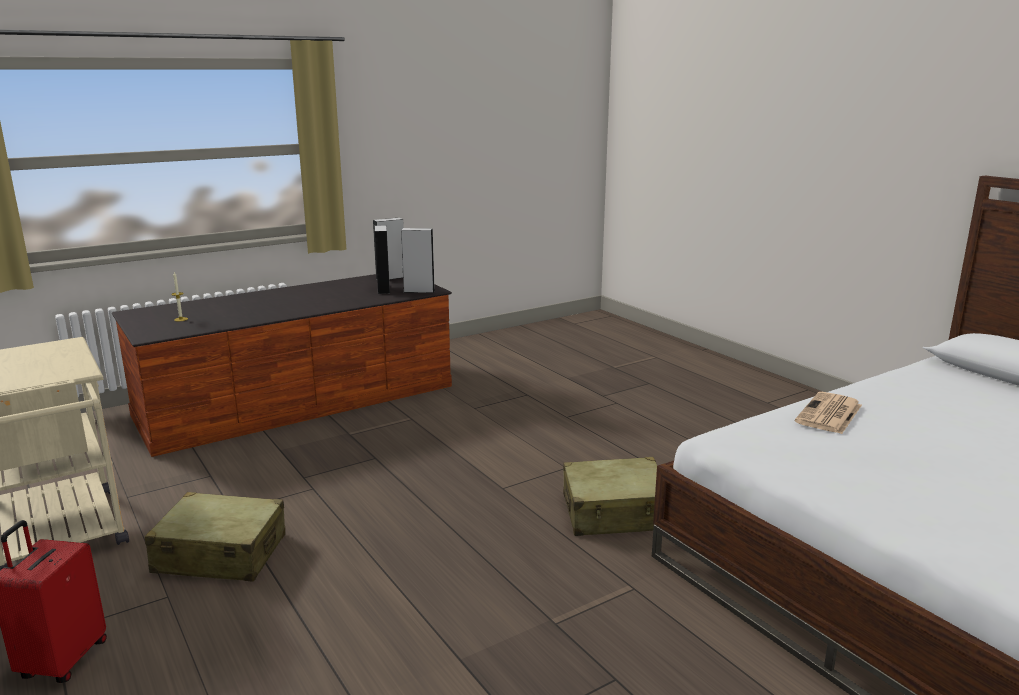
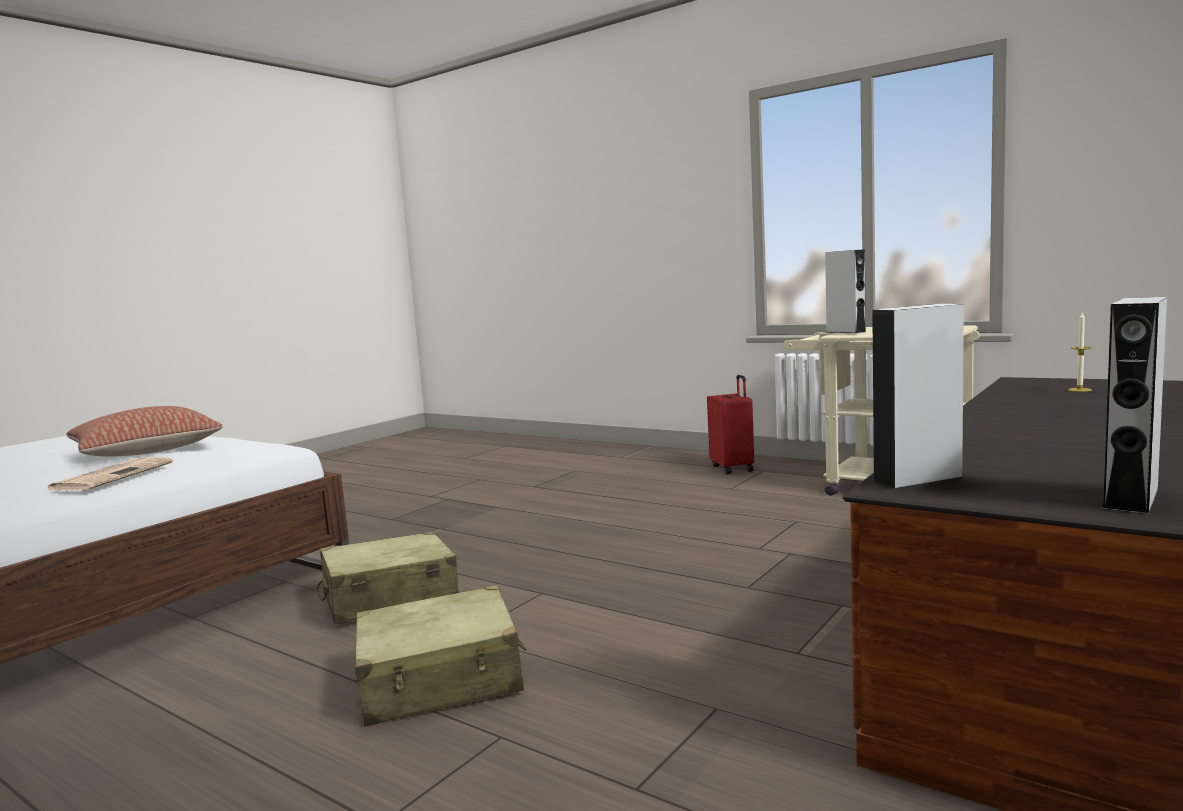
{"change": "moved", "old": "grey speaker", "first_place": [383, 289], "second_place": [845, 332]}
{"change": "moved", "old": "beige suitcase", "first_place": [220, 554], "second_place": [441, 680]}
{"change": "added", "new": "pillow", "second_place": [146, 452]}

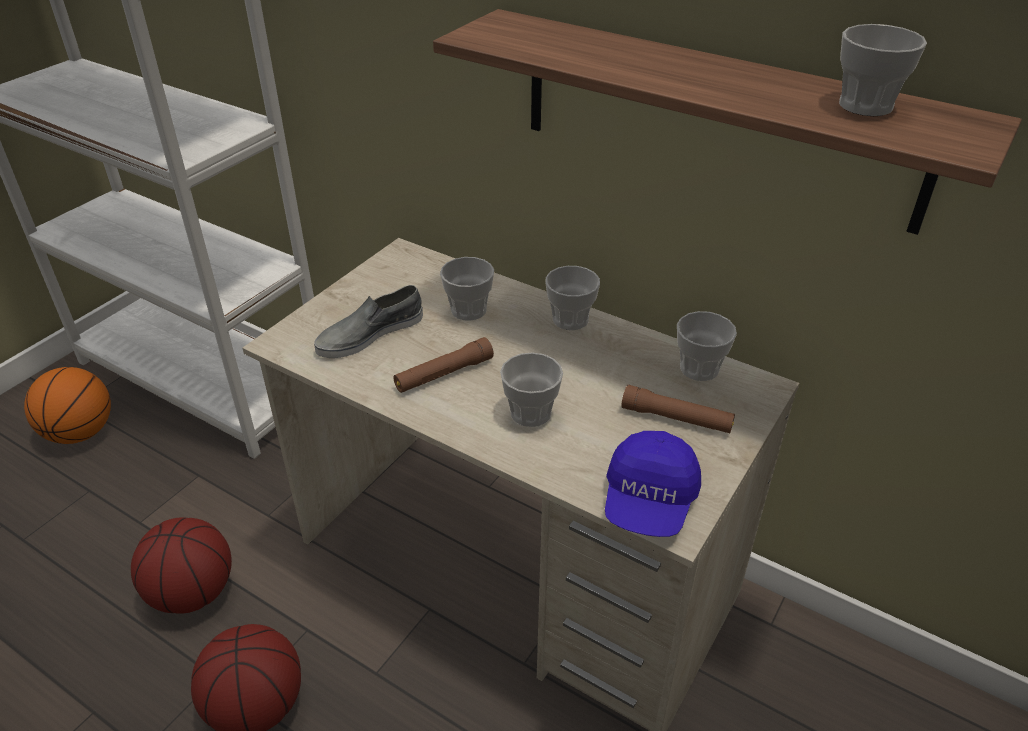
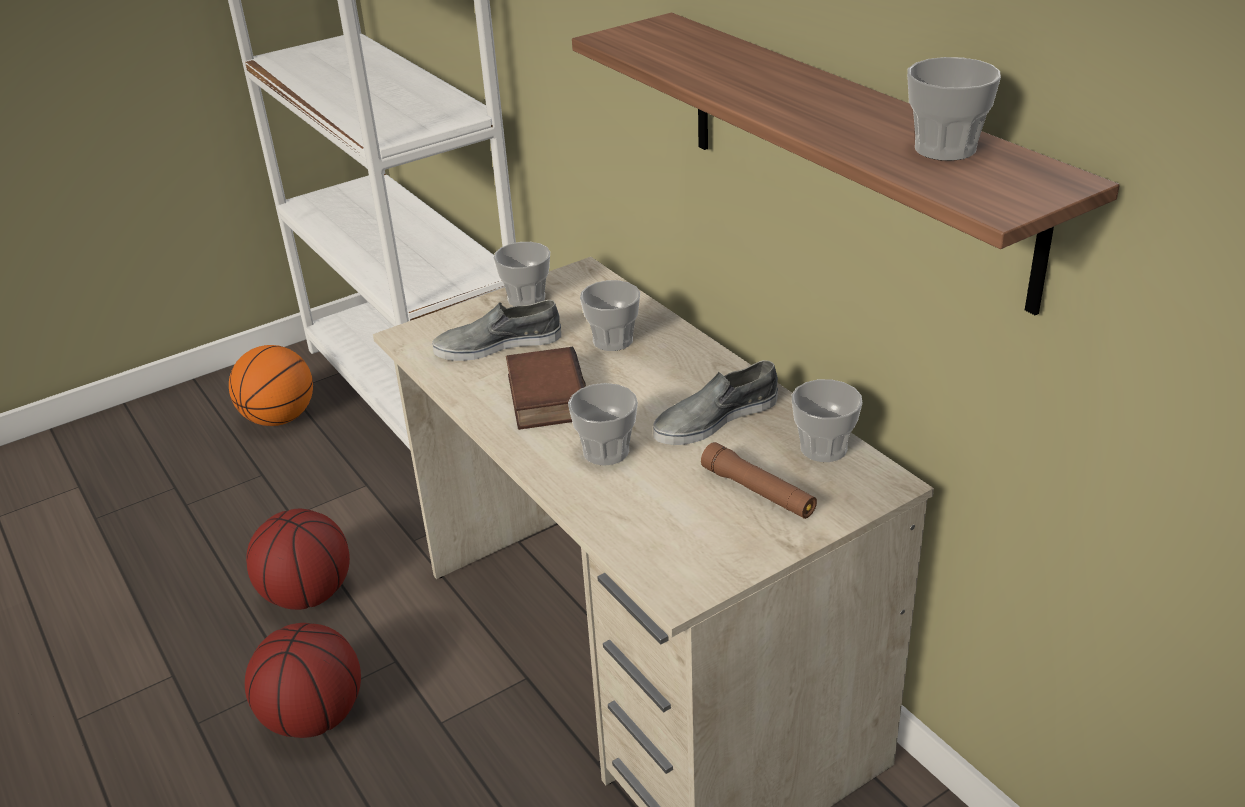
{"change": "moved", "old": "cup", "first_place": [570, 319], "second_place": [526, 298]}
{"change": "replaced", "old": "brown flashlight", "new": "book", "first_place": [444, 374], "second_place": [544, 396]}
{"change": "removed", "old": "blue cap", "first_place": [649, 501]}
{"change": "added", "new": "grey shoe", "second_place": [715, 418]}

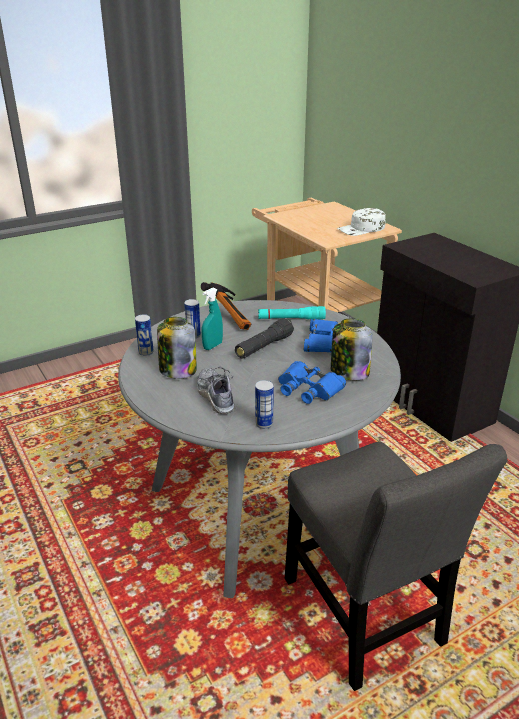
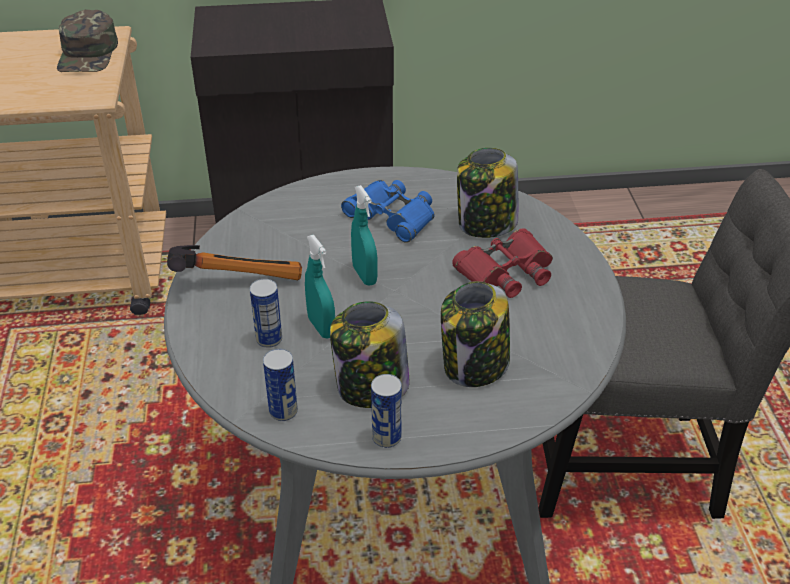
{"change": "recoloured", "old": "white cap", "new": "green cap", "first_place": [361, 229], "second_place": [88, 54]}
{"change": "removed", "old": "turquoise flashlight", "first_place": [291, 319]}
{"change": "replaced", "old": "black flashlight", "new": "turquoise spray bottle", "first_place": [264, 347], "second_place": [364, 275]}
{"change": "recoloured", "old": "blue binoculars", "new": "red binoculars", "first_place": [308, 388], "second_place": [506, 271]}
{"change": "replaced", "old": "shoe", "new": "jar", "first_place": [215, 396], "second_place": [475, 366]}
{"change": "moved", "old": "can", "first_place": [264, 424], "second_place": [386, 437]}

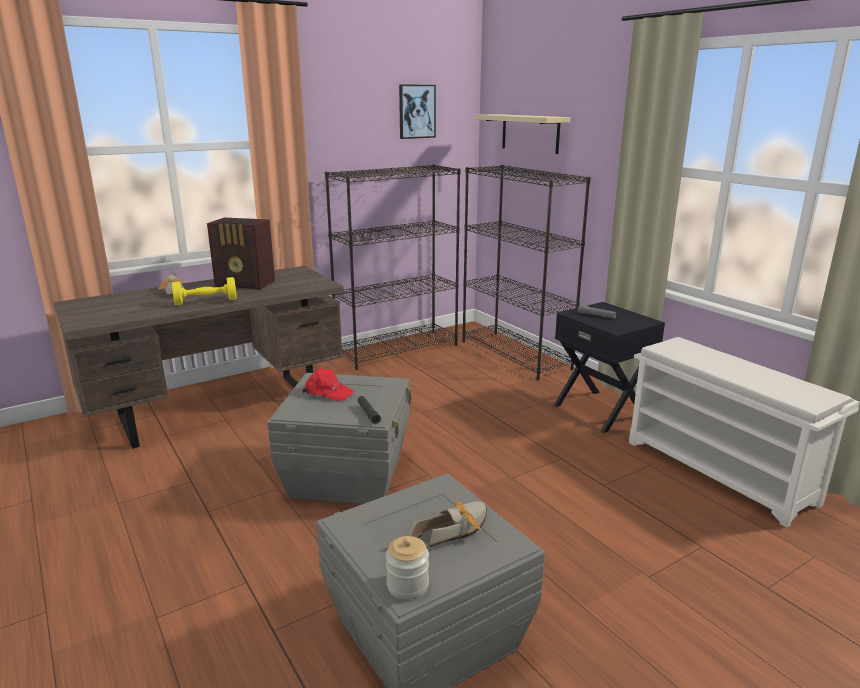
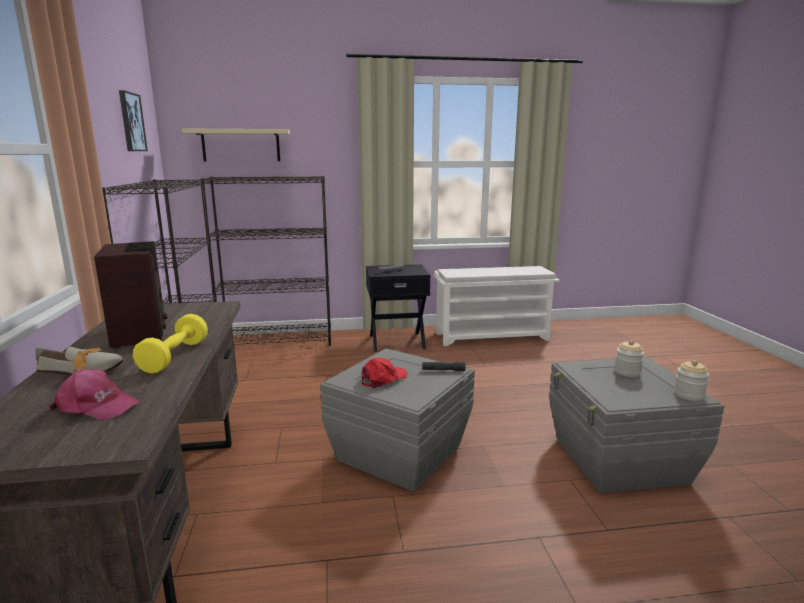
{"change": "turned", "old": "radio", "first_place": [245, 284], "second_place": [141, 333], "degrees": -60}
{"change": "replaced", "old": "shoe", "new": "jar", "first_place": [456, 530], "second_place": [627, 372]}
{"change": "added", "new": "pink cap", "second_place": [96, 406]}

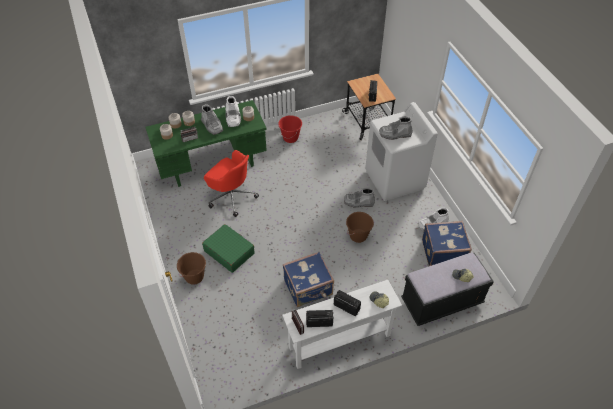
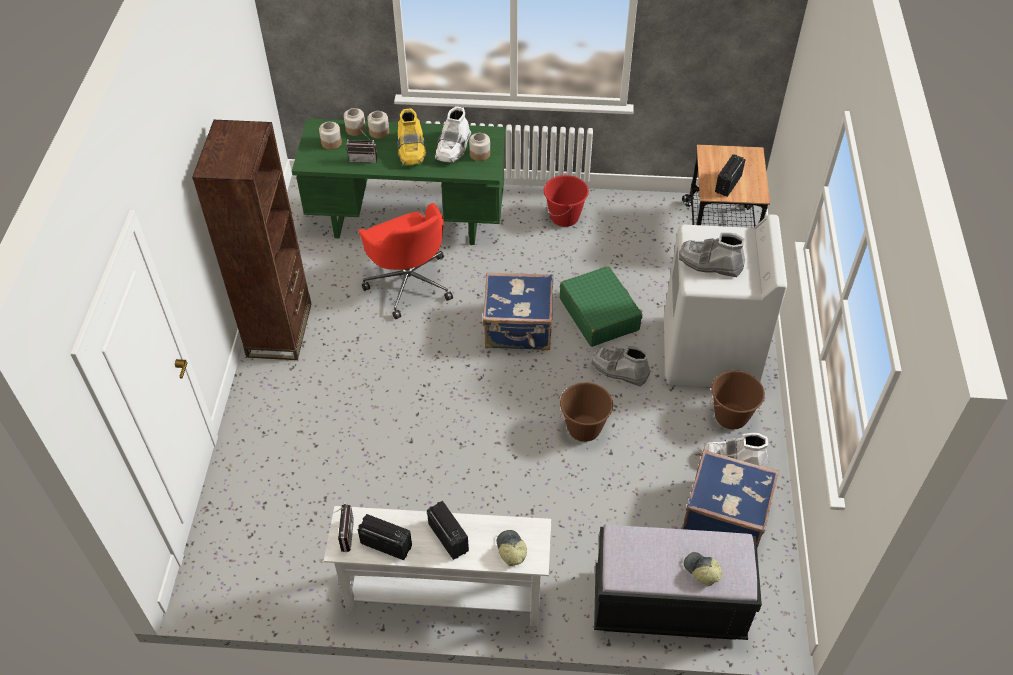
{"change": "recoloured", "old": "grey boot", "new": "yellow boot", "first_place": [212, 126], "second_place": [411, 150]}
{"change": "moved", "old": "green suitcase", "first_place": [229, 252], "second_place": [599, 314]}
{"change": "moved", "old": "brown bucket", "first_place": [194, 277], "second_place": [731, 417]}
{"change": "moved", "old": "blue suitcase", "first_place": [308, 288], "second_place": [518, 329]}
{"change": "added", "new": "brown bookcase", "second_place": [280, 330]}

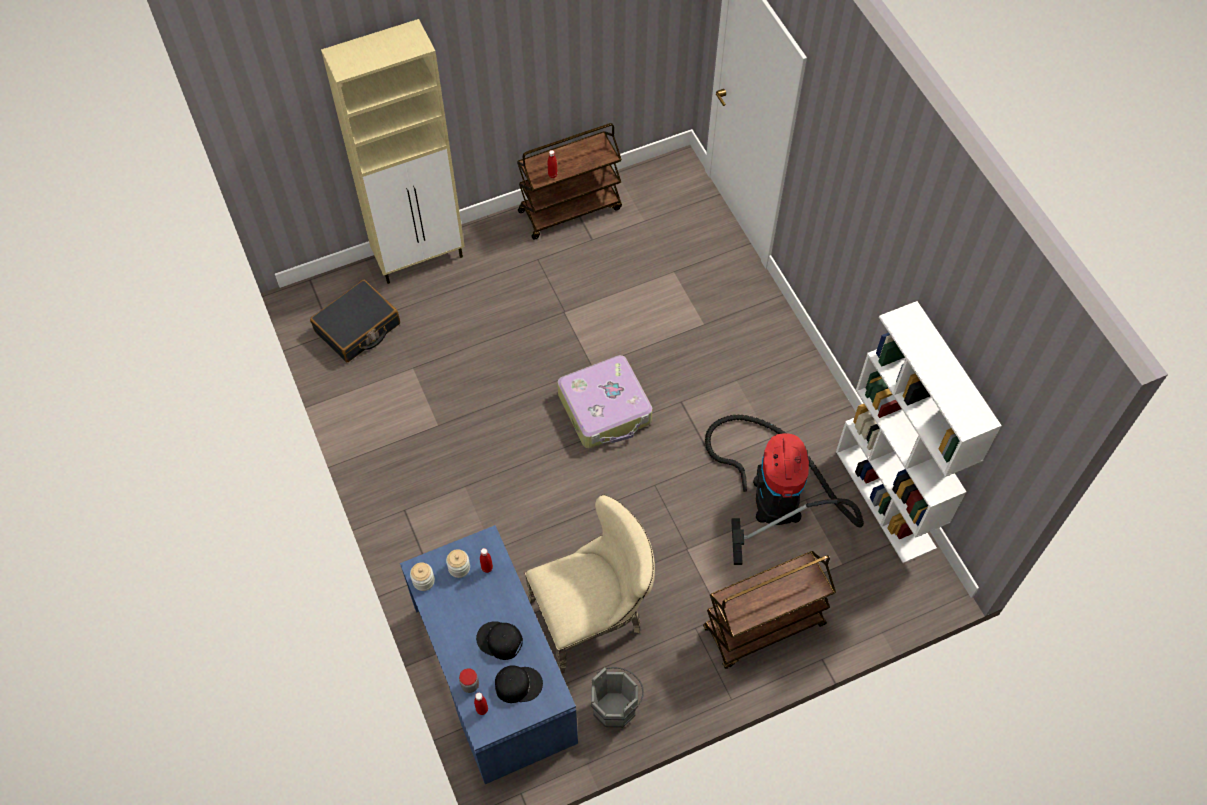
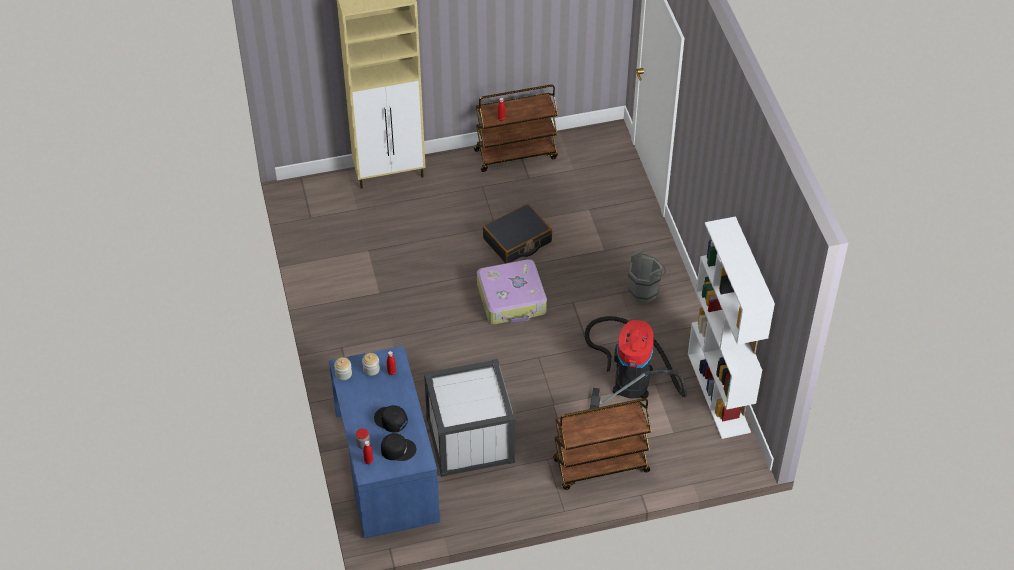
{"change": "moved", "old": "black suitcase", "first_place": [357, 328], "second_place": [517, 241]}
{"change": "replaced", "old": "beige chair", "new": "white storage box", "first_place": [593, 616], "second_place": [470, 439]}
{"change": "moved", "old": "grey bucket", "first_place": [617, 707], "second_place": [645, 291]}

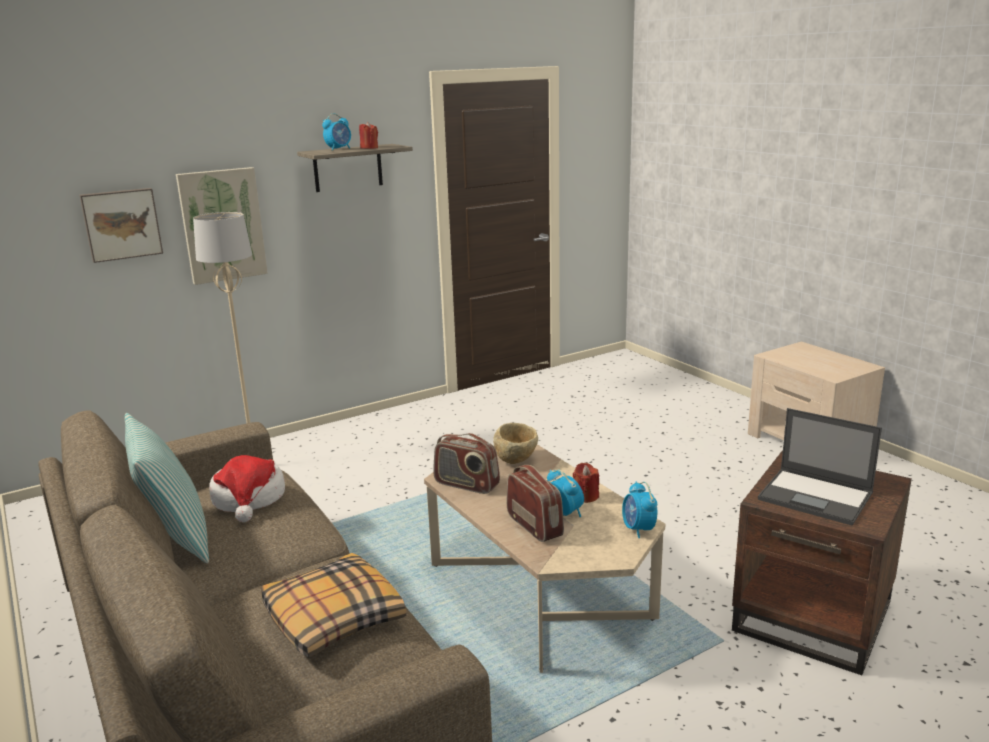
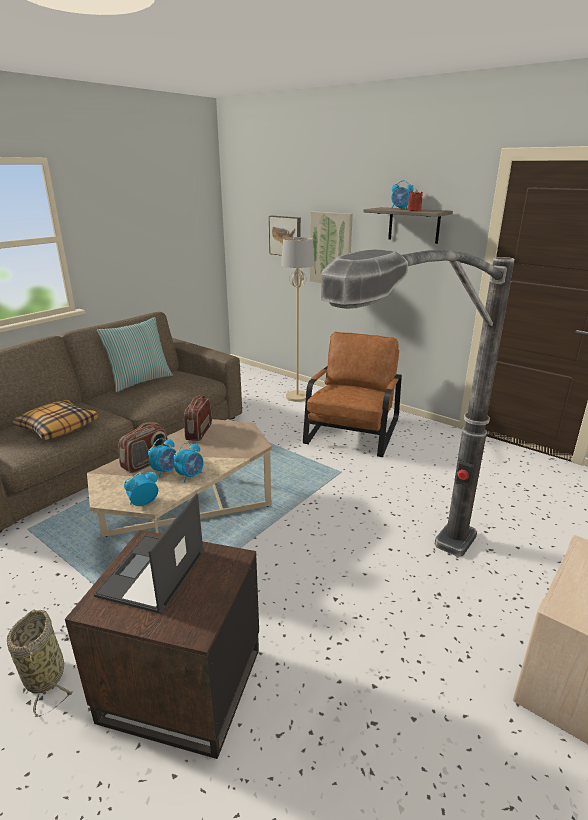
{"change": "removed", "old": "beige bowl", "first_place": [517, 460]}
{"change": "removed", "old": "hat", "first_place": [249, 499]}
{"change": "replaced", "old": "red candle", "new": "alarm clock", "first_place": [586, 496], "second_place": [190, 475]}
{"change": "added", "new": "floor lamp", "second_place": [407, 606]}
{"change": "added", "new": "brown armchair", "second_place": [352, 431]}
{"change": "added", "new": "basket", "second_place": [45, 674]}

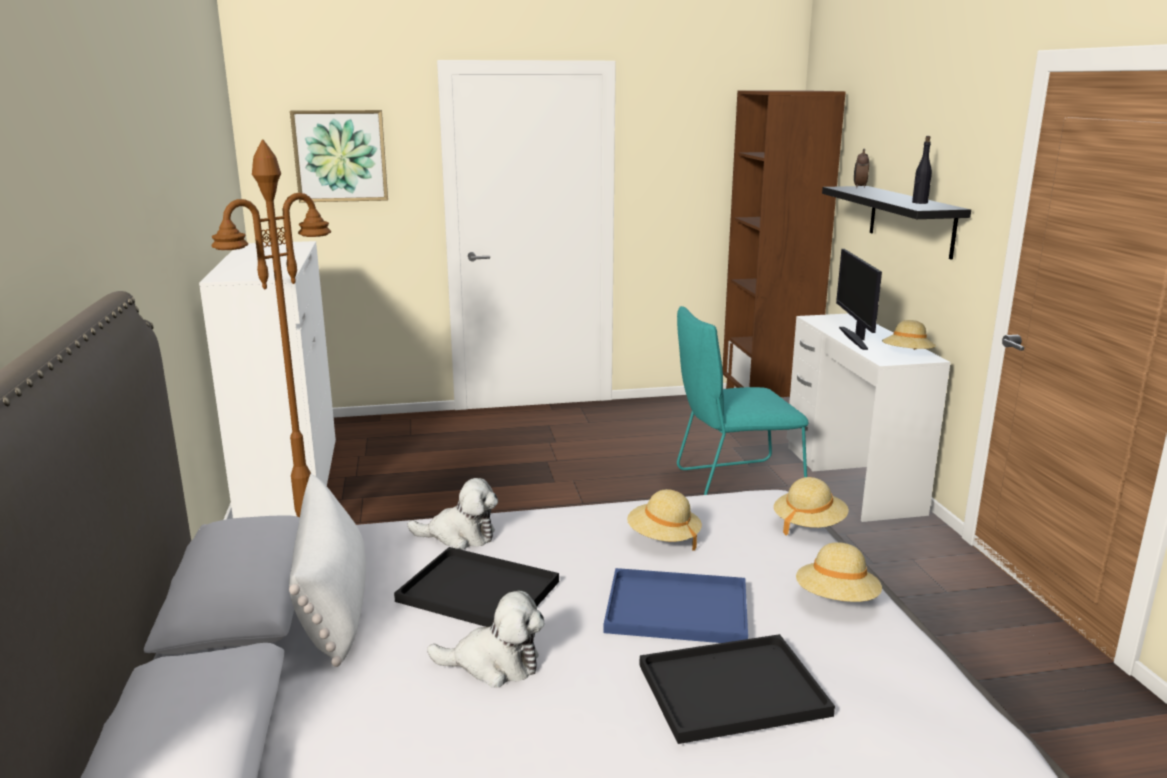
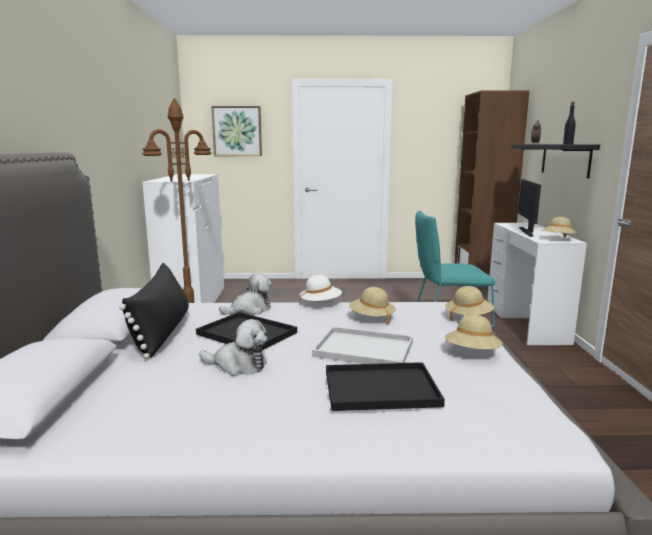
{"change": "recoloured", "old": "white pillow", "new": "black pillow", "first_place": [334, 602], "second_place": [162, 332]}
{"change": "turned", "old": "plush toy", "first_place": [460, 536], "second_place": [250, 310], "degrees": -45}
{"change": "recoloured", "old": "blue tray", "new": "white tray", "first_place": [674, 609], "second_place": [362, 349]}
{"change": "added", "new": "white hat", "second_place": [320, 303]}

